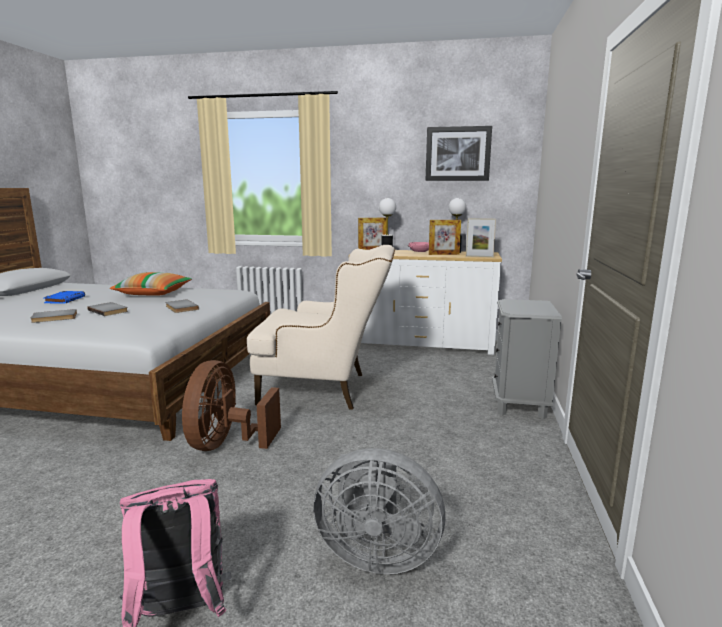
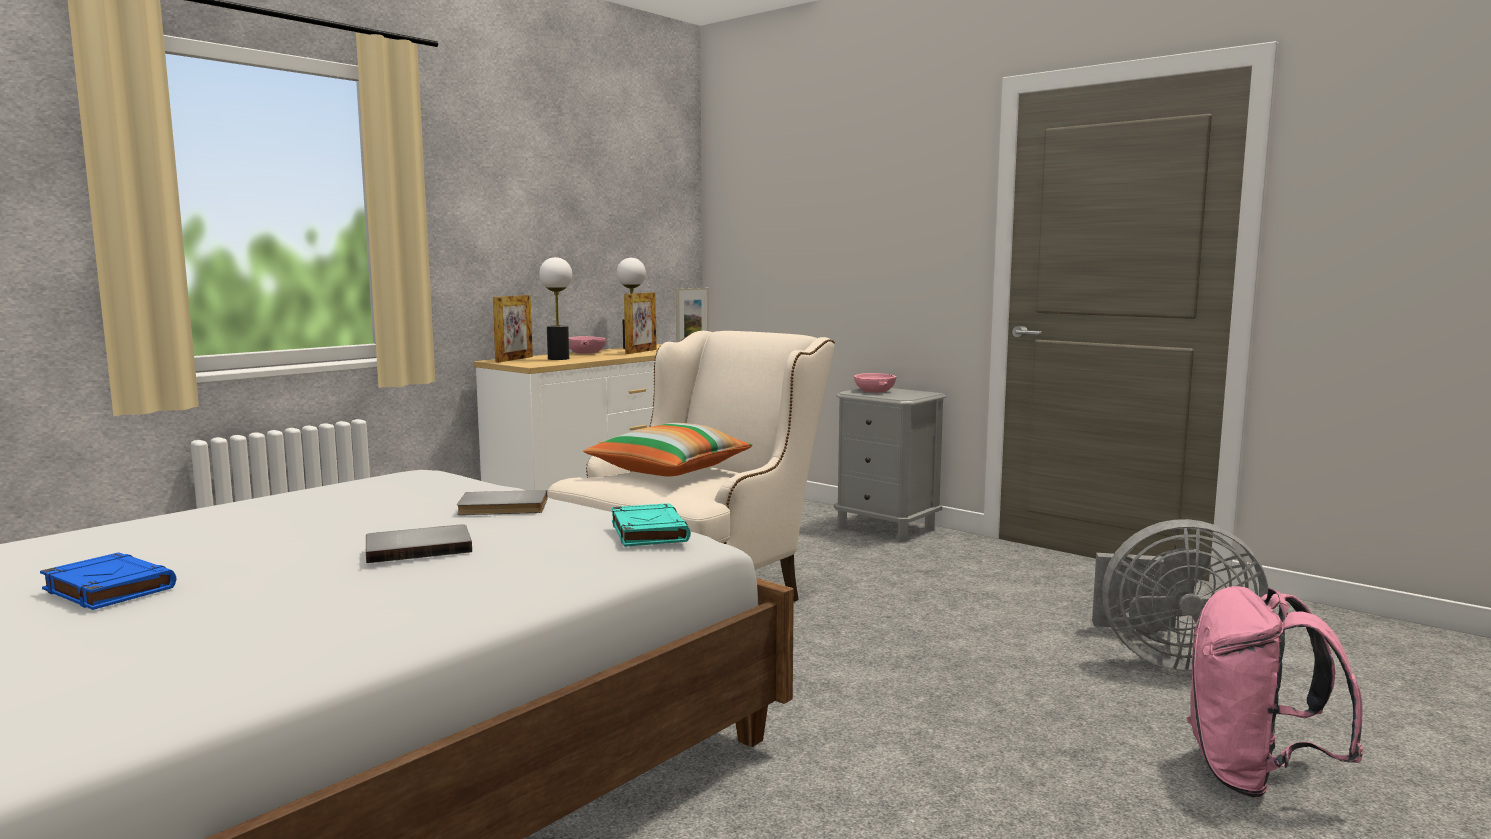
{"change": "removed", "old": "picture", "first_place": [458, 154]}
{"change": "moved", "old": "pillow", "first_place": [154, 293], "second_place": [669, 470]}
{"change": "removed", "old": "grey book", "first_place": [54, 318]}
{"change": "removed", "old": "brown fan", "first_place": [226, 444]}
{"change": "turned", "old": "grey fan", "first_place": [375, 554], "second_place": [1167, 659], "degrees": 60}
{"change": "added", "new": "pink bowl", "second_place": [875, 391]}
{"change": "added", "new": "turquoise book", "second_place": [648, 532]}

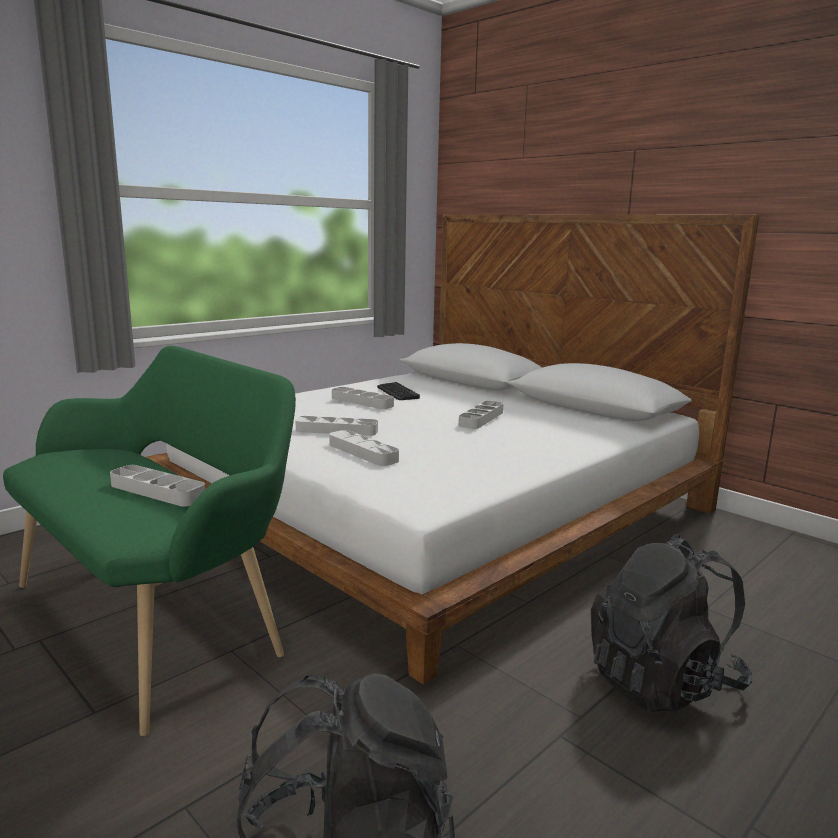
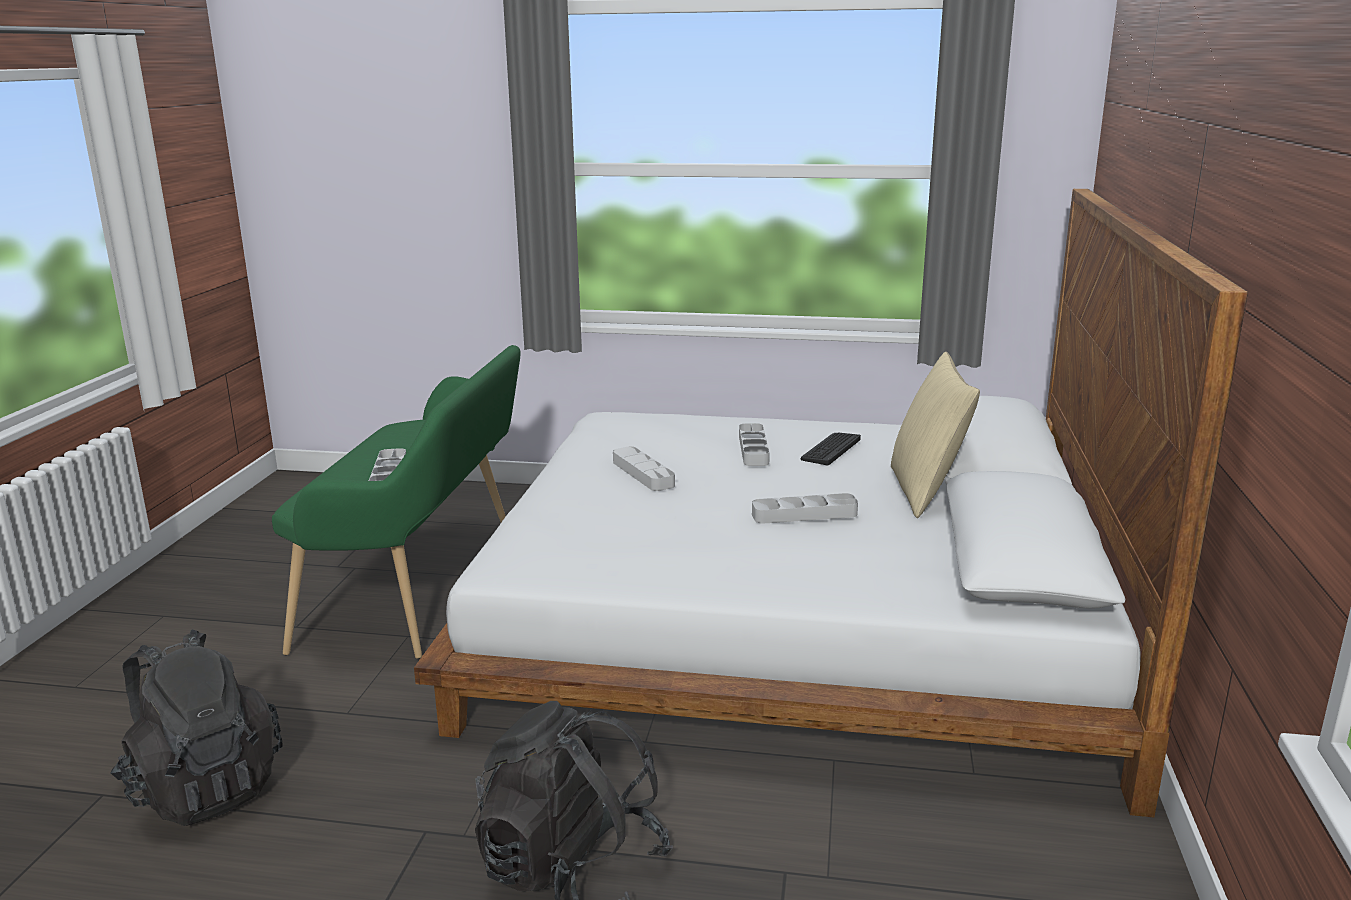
{"change": "removed", "old": "grey tray", "first_place": [363, 452]}
{"change": "added", "new": "beige pillow", "second_place": [926, 491]}

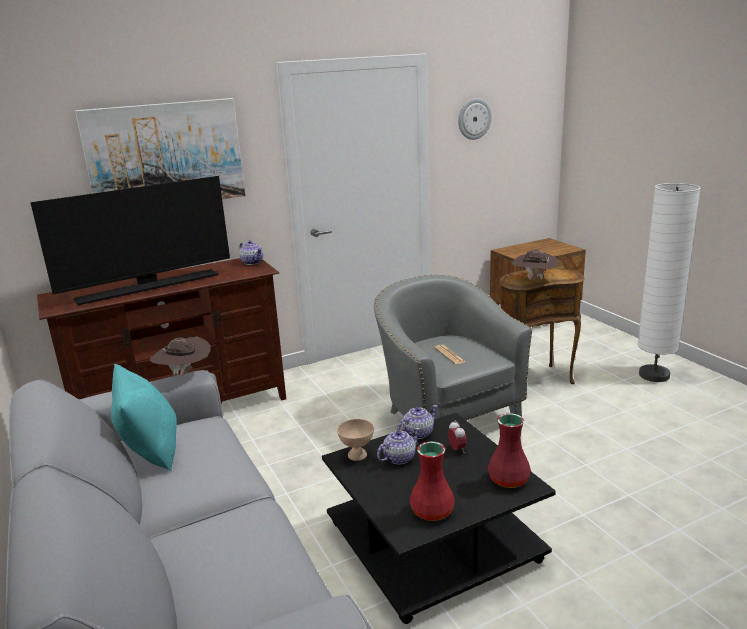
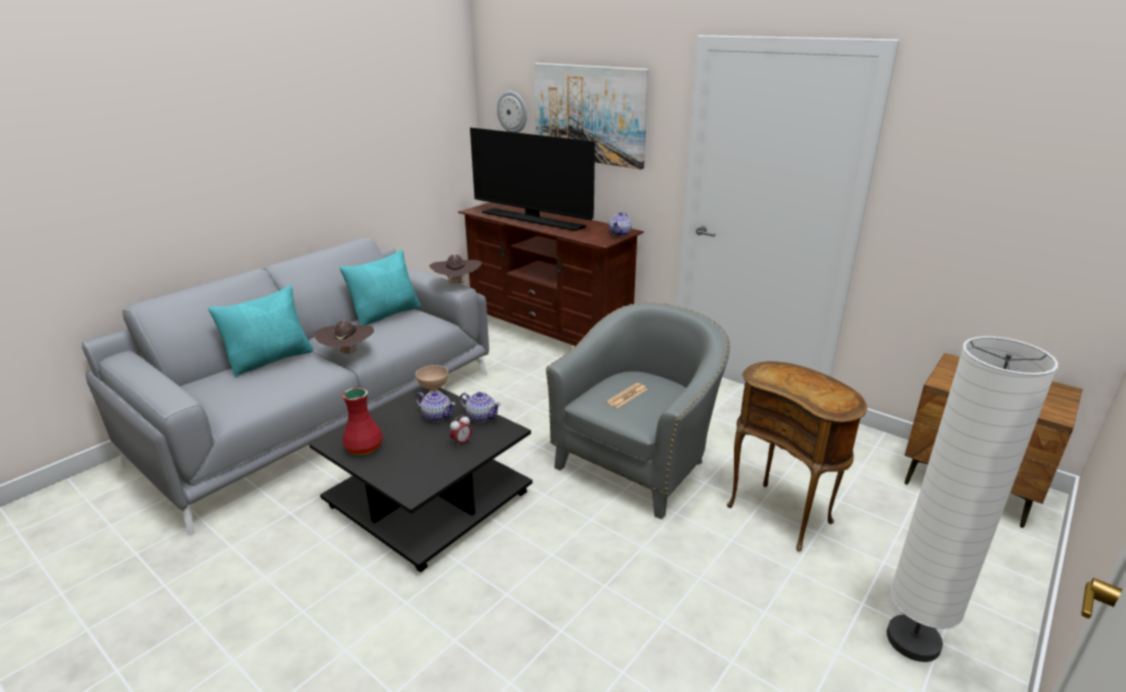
{"change": "moved", "old": "wall clock", "first_place": [474, 119], "second_place": [512, 112]}
{"change": "moved", "old": "brown hat", "first_place": [533, 280], "second_place": [348, 353]}
{"change": "removed", "old": "red vase", "first_place": [509, 479]}
{"change": "added", "new": "turquoise pillow", "second_place": [271, 360]}

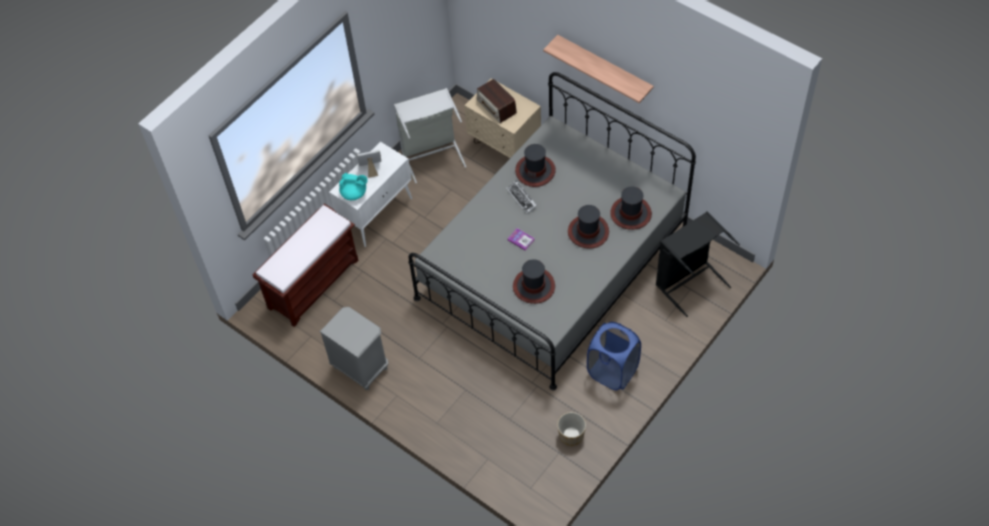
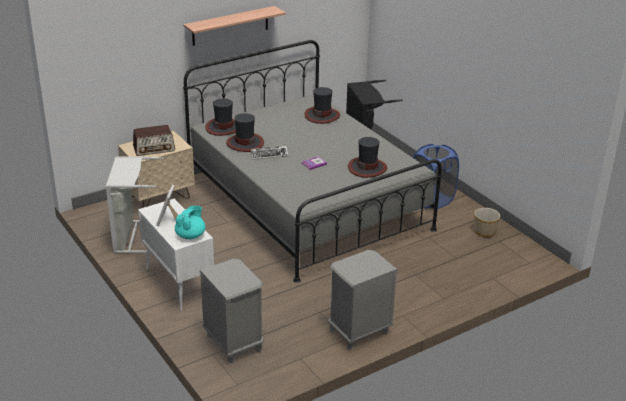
{"change": "replaced", "old": "brown bench", "new": "grey nightstand", "first_place": [314, 283], "second_place": [233, 343]}
{"change": "moved", "old": "hat", "first_place": [588, 232], "second_place": [223, 127]}

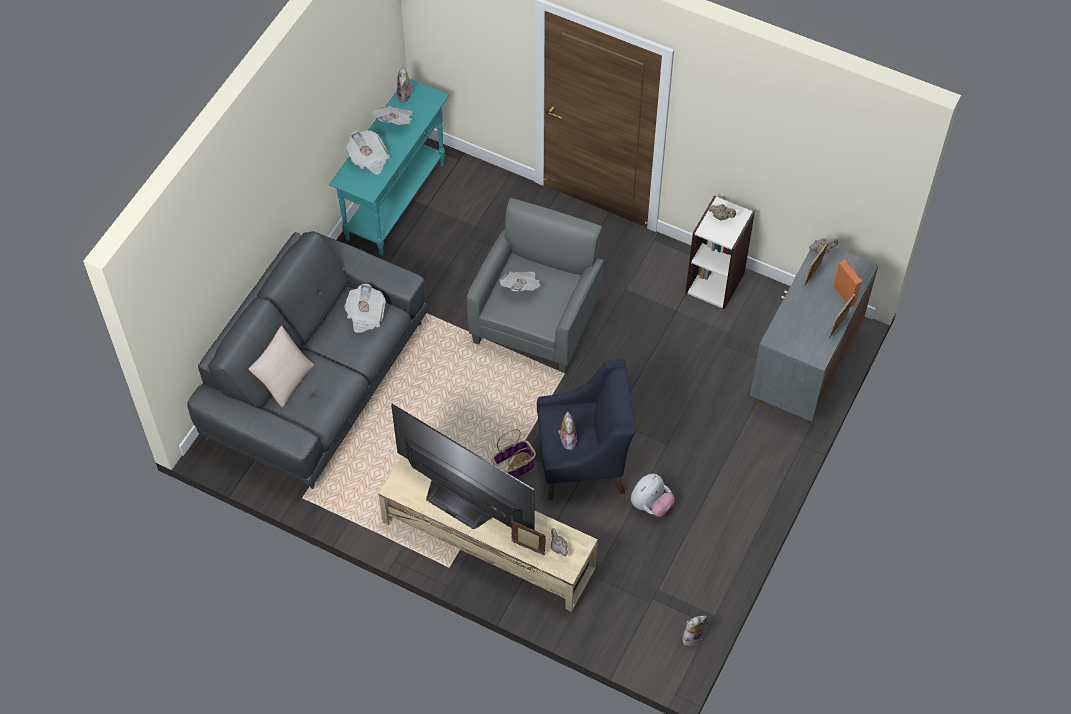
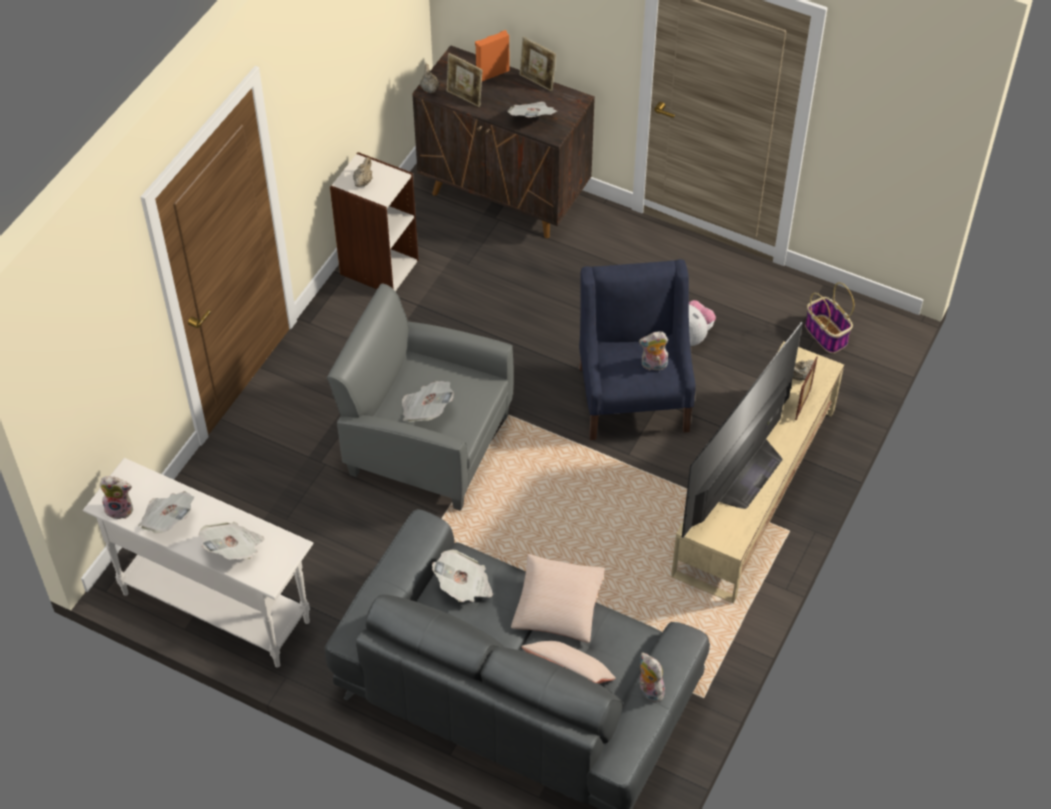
{"change": "recoloured", "old": "turquoise console table", "new": "white console table", "first_place": [396, 201], "second_place": [215, 606]}
{"change": "recoloured", "old": "grey cabinet", "new": "brown cabinet", "first_place": [804, 370], "second_place": [505, 195]}
{"change": "moved", "old": "basket", "first_place": [513, 468], "second_place": [827, 334]}
{"change": "moved", "old": "plush toy", "first_place": [692, 636], "second_place": [649, 690]}
{"change": "added", "new": "newspaper", "second_place": [532, 119]}
{"change": "added", "new": "beige pillow", "second_place": [557, 606]}

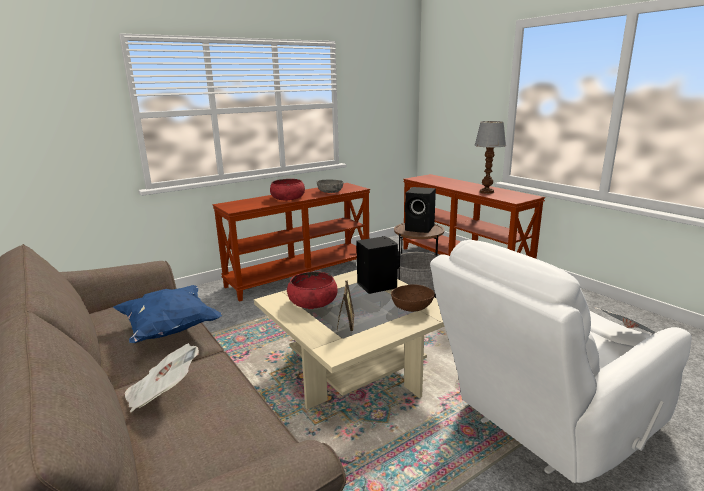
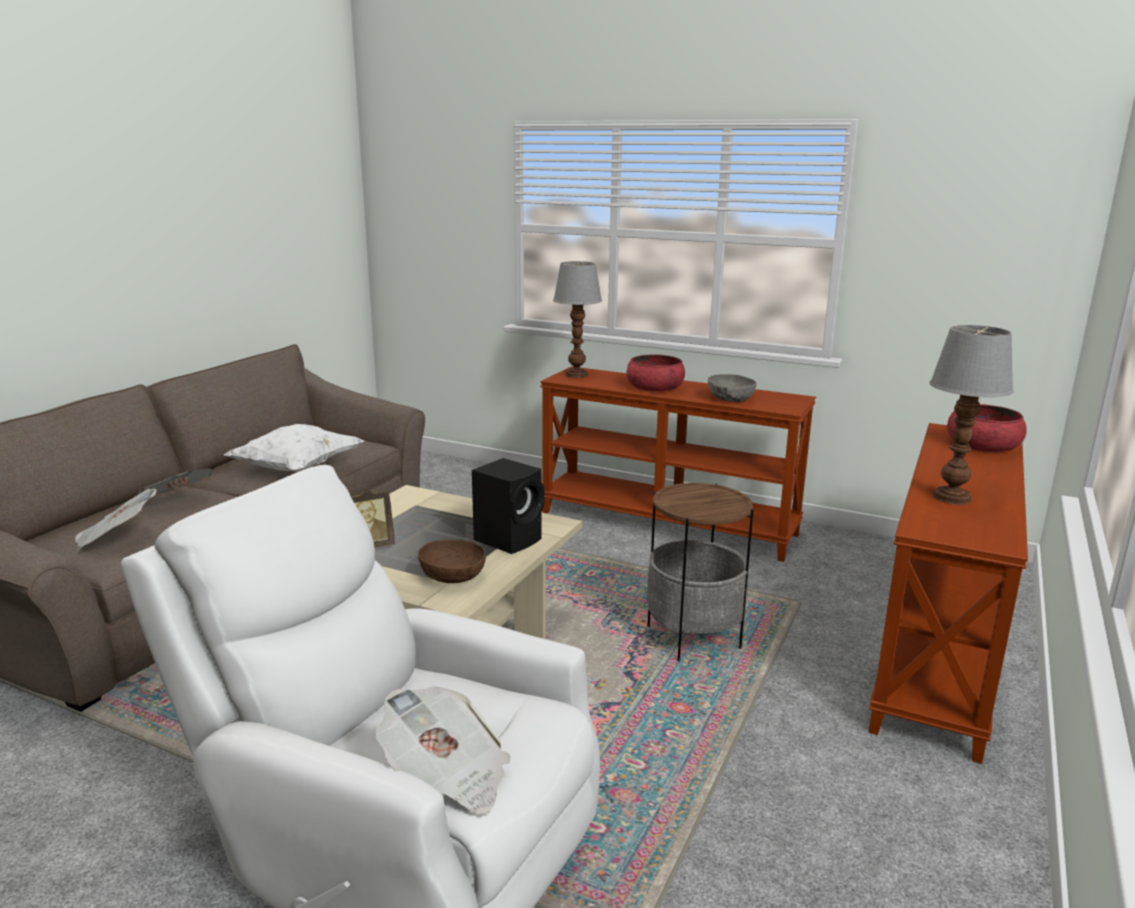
{"change": "removed", "old": "black speaker", "first_place": [420, 228]}
{"change": "moved", "old": "red bowl", "first_place": [313, 301], "second_place": [982, 445]}
{"change": "recoloured", "old": "blue pillow", "new": "white pillow", "first_place": [170, 329], "second_place": [297, 469]}
{"change": "added", "new": "table lamp", "second_place": [576, 375]}
{"change": "added", "new": "newspaper", "second_place": [117, 538]}

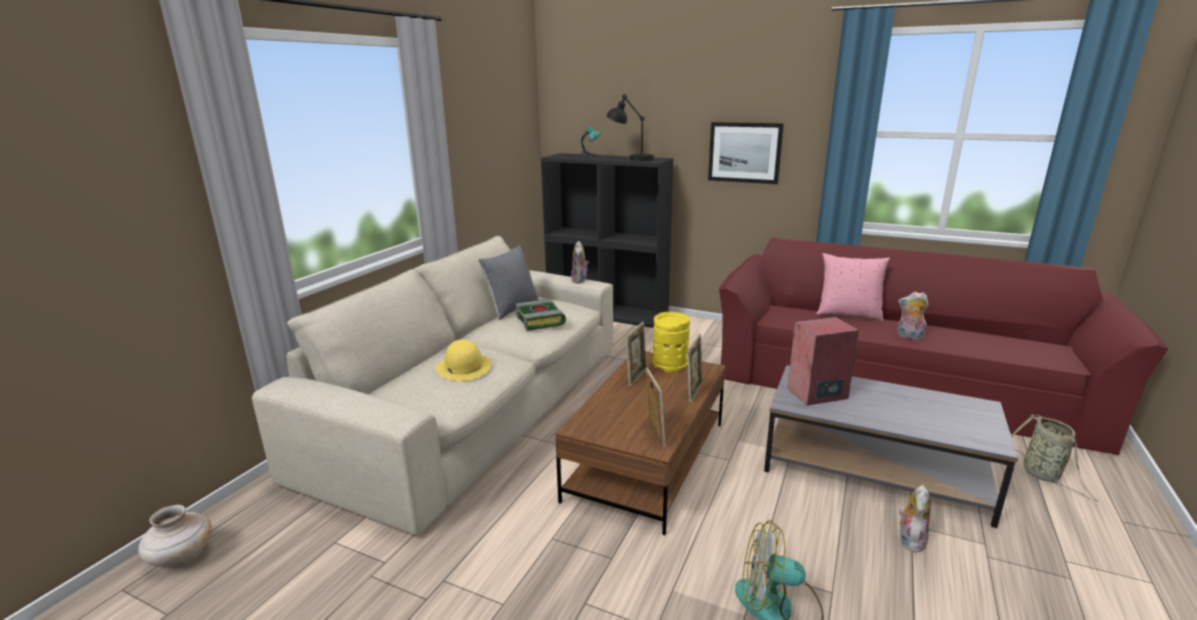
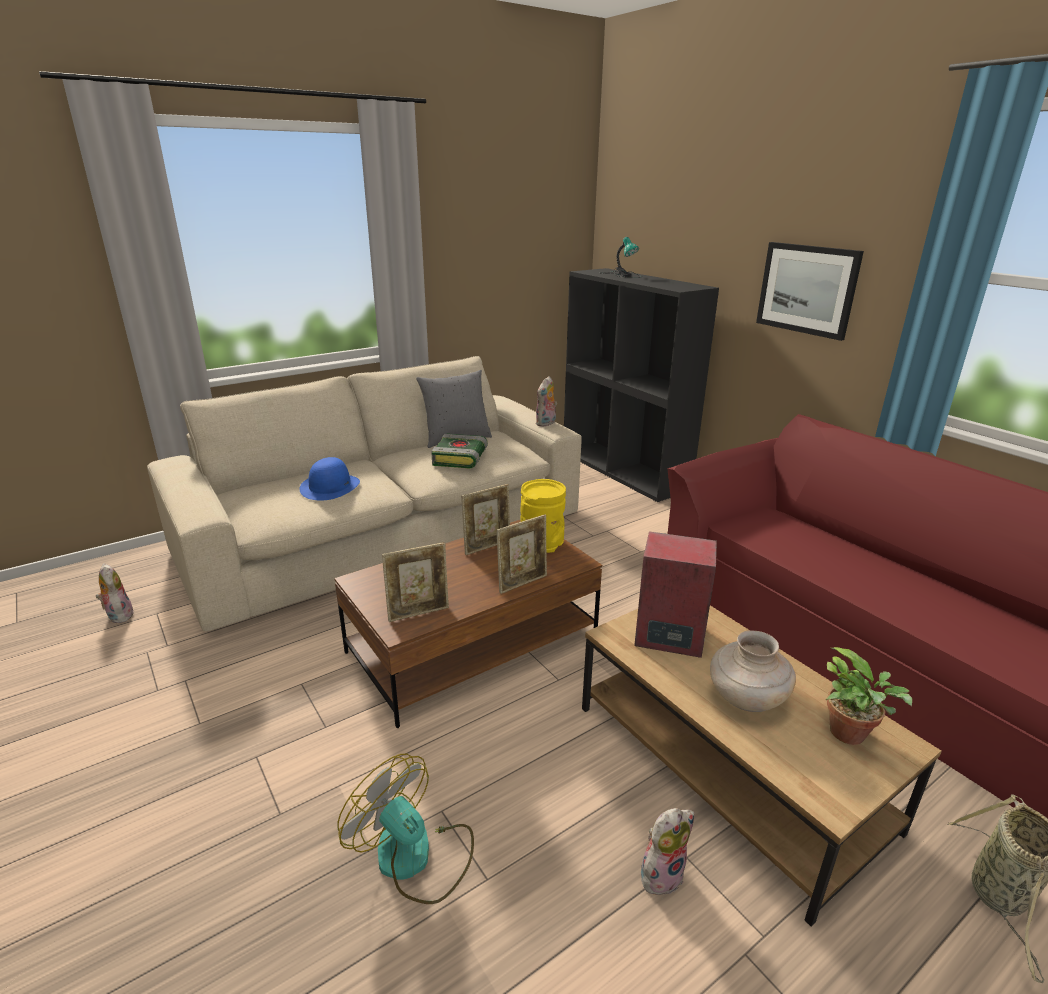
{"change": "removed", "old": "black table lamp", "first_place": [630, 159]}
{"change": "removed", "old": "pink pillow", "first_place": [848, 314]}
{"change": "moved", "old": "plush toy", "first_place": [909, 336], "second_place": [118, 615]}
{"change": "recoloured", "old": "yellow hat", "new": "blue hat", "first_place": [464, 367], "second_place": [330, 486]}
{"change": "recoloured", "old": "grey coffee table", "new": "brown coffee table", "first_place": [874, 468], "second_place": [728, 765]}
{"change": "turned", "old": "picture frame", "first_place": [654, 433], "second_place": [419, 613], "degrees": 45}
{"change": "moved", "old": "beige vase", "first_place": [182, 558], "second_place": [746, 699]}
{"change": "added", "new": "potted plant", "second_place": [852, 735]}

